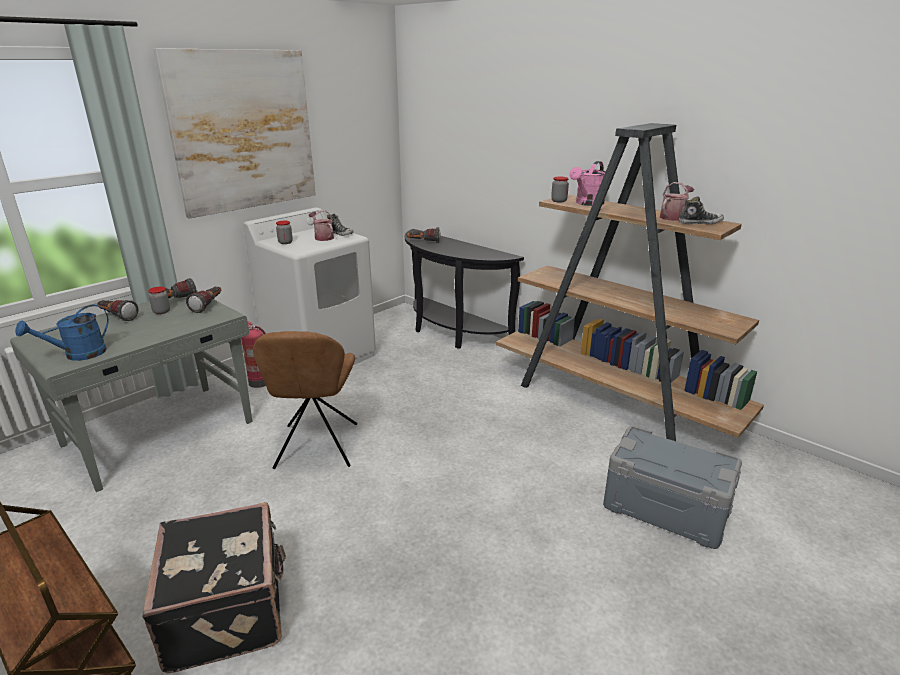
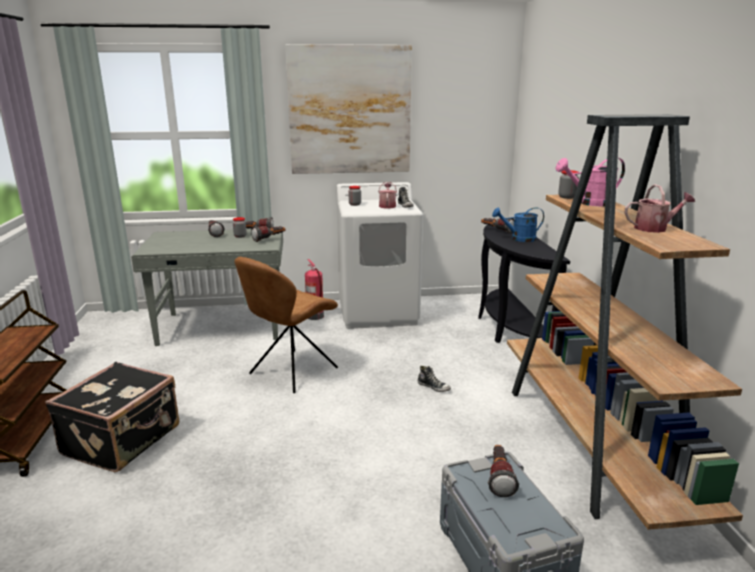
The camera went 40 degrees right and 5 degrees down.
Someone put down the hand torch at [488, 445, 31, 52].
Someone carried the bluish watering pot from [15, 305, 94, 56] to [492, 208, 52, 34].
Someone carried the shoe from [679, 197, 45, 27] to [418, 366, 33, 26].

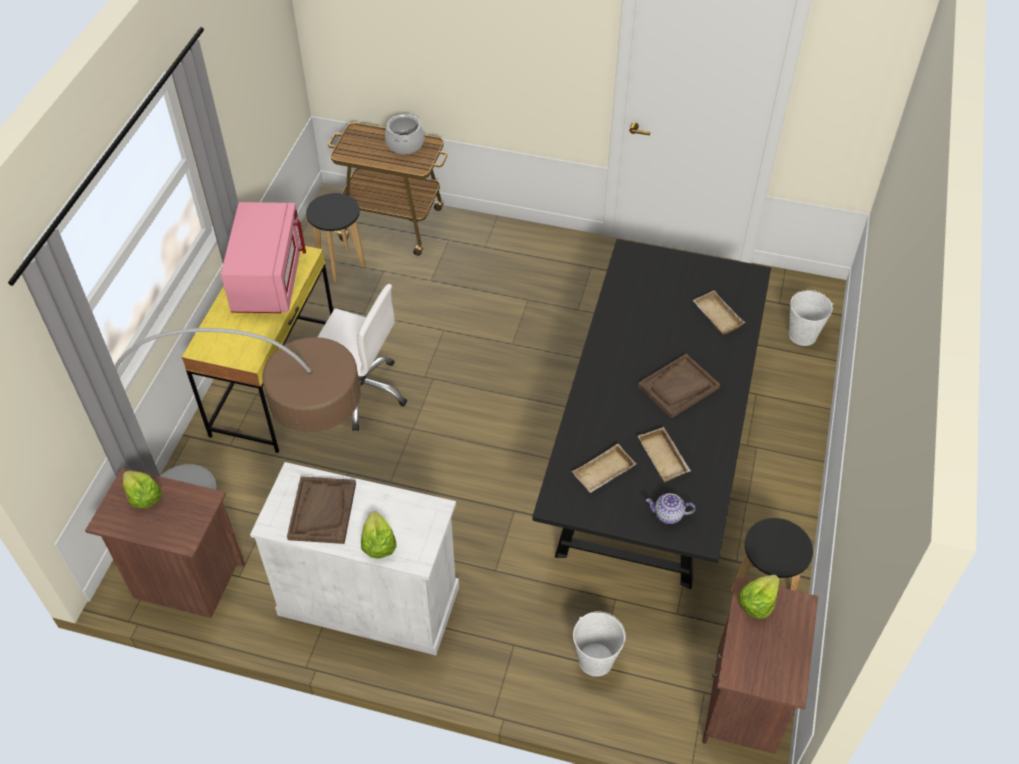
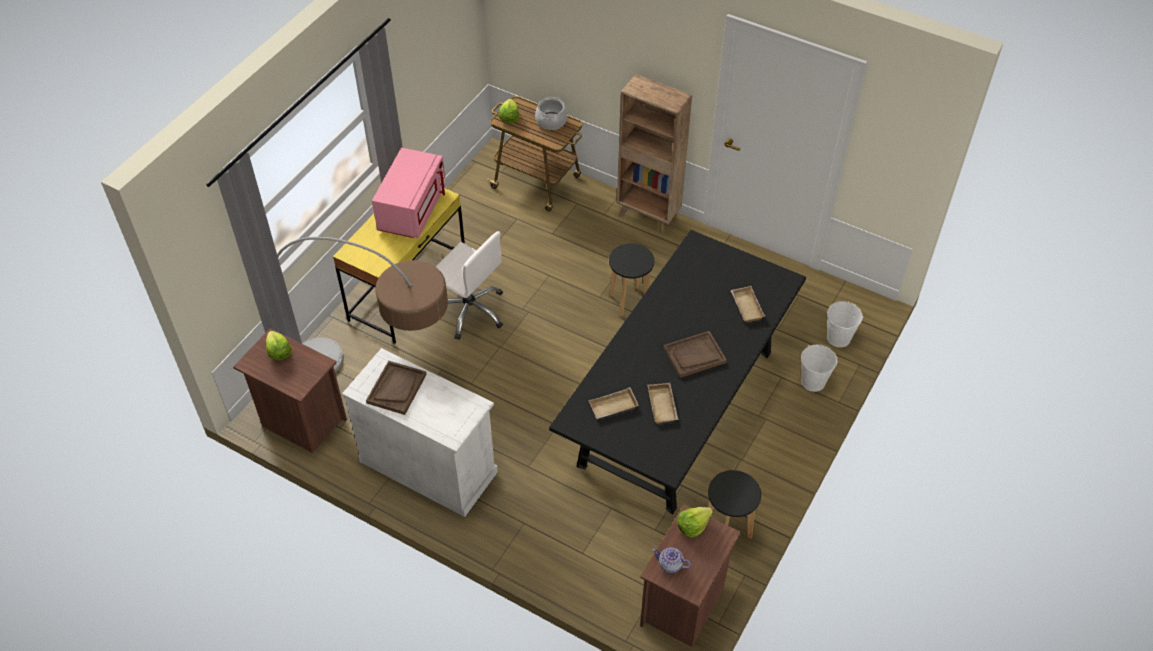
The camera went 15 degrees right and 0 degrees up.
Someone put down the brownish bookcase at [617, 74, 75, 160].
Someone carried the blackish stool from [306, 193, 60, 89] to [609, 243, 45, 74].
Someone carried the lettuce head from [361, 511, 36, 47] to [498, 99, 21, 24].
Someone carried the white pail from [573, 611, 53, 66] to [801, 344, 37, 48].
Someone carried the tea pot from [646, 493, 50, 31] to [652, 547, 39, 26].

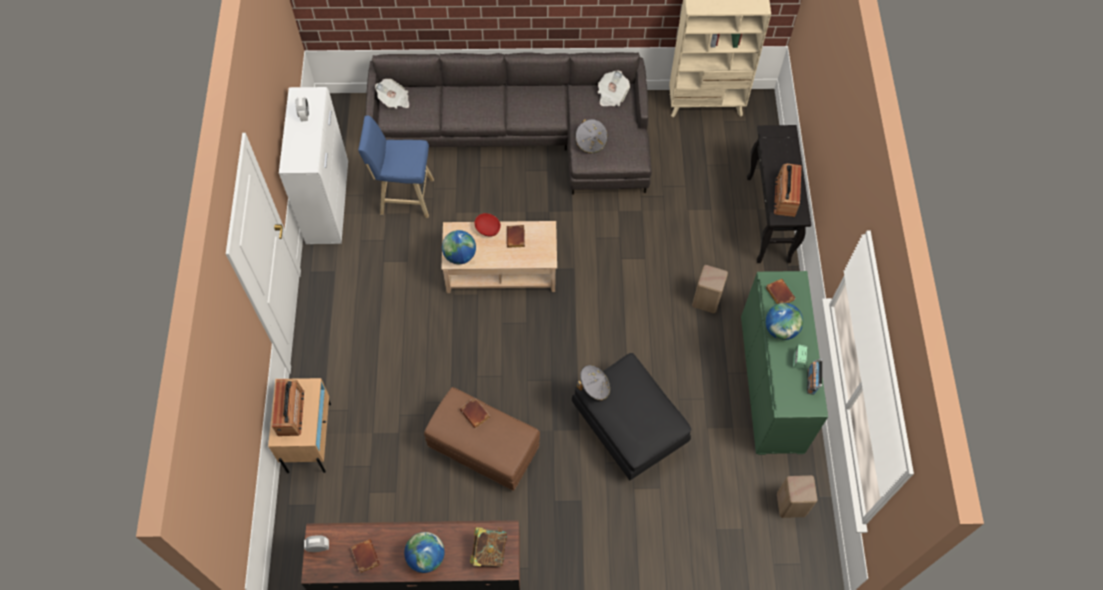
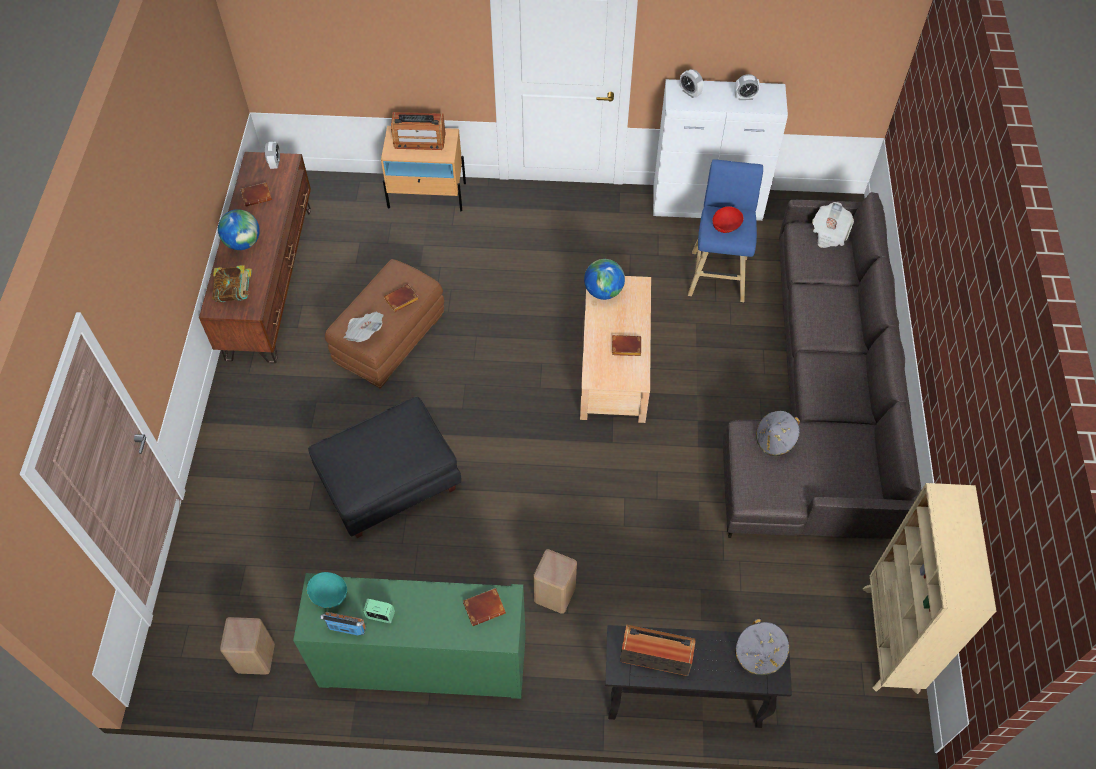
The camera went 95 degrees right and 5 degrees down.
Someone took away the desk globe at [765, 303, 38, 37].
Someone put down the turquoise serving bowl at [307, 572, 40, 36].
Someone put down the alarm clock at [680, 69, 23, 29].
Someone carried the red-coloured serving bowl from [475, 213, 26, 24] to [713, 206, 30, 27].
Someone carried the greyish wearable hat from [577, 365, 33, 36] to [735, 618, 54, 57].
Someone carried the printed paper from [598, 70, 32, 36] to [344, 312, 40, 30].

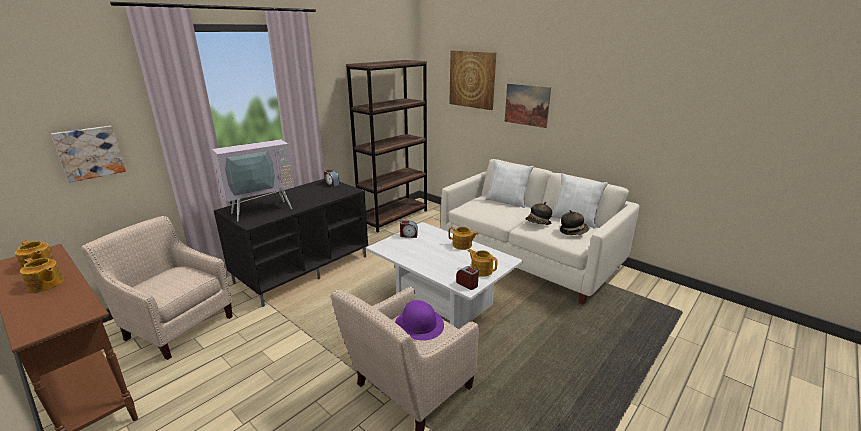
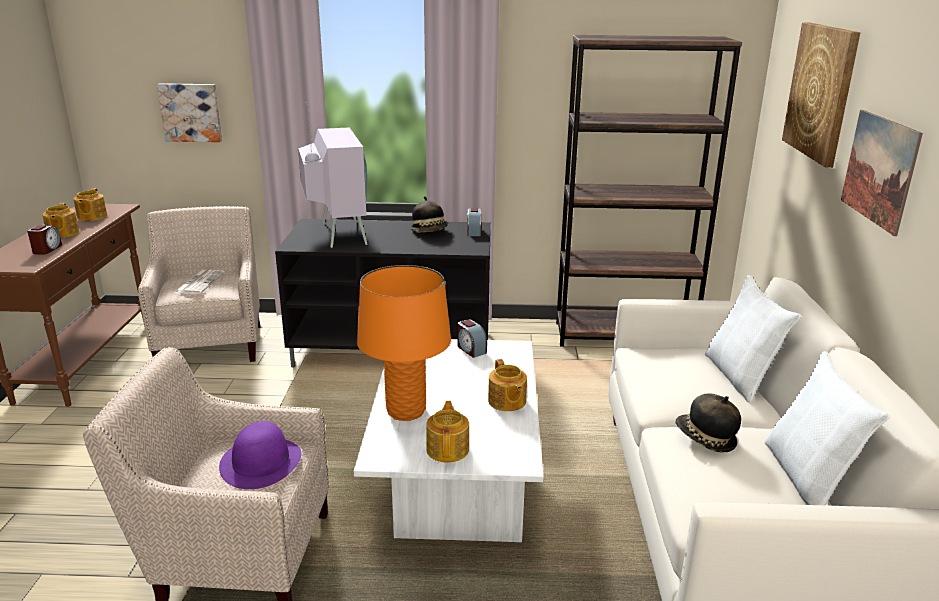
The camera went 50 degrees right and 0 degrees up.
Someone put down the printed paper at [174, 270, 51, 24].
Someone put down the orange-coloured lamp for a table at [357, 265, 94, 156].
Someone carried the alarm clock from [456, 266, 23, 24] to [27, 225, 35, 30].
Someone carried the wearable hat from [560, 210, 29, 25] to [411, 196, 37, 36].
Someone rotated the TV at [209, 117, 85, 105] by 120 degrees counterclockwise.

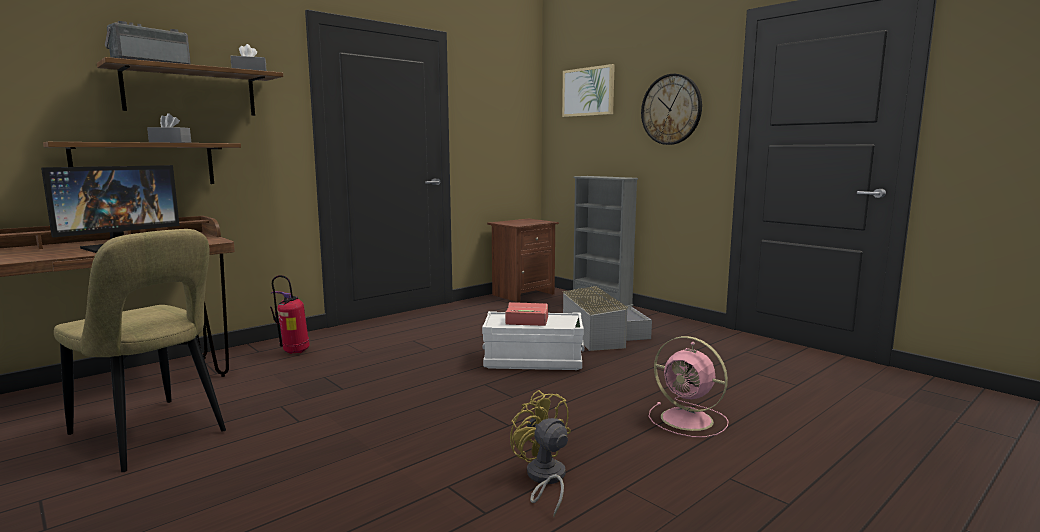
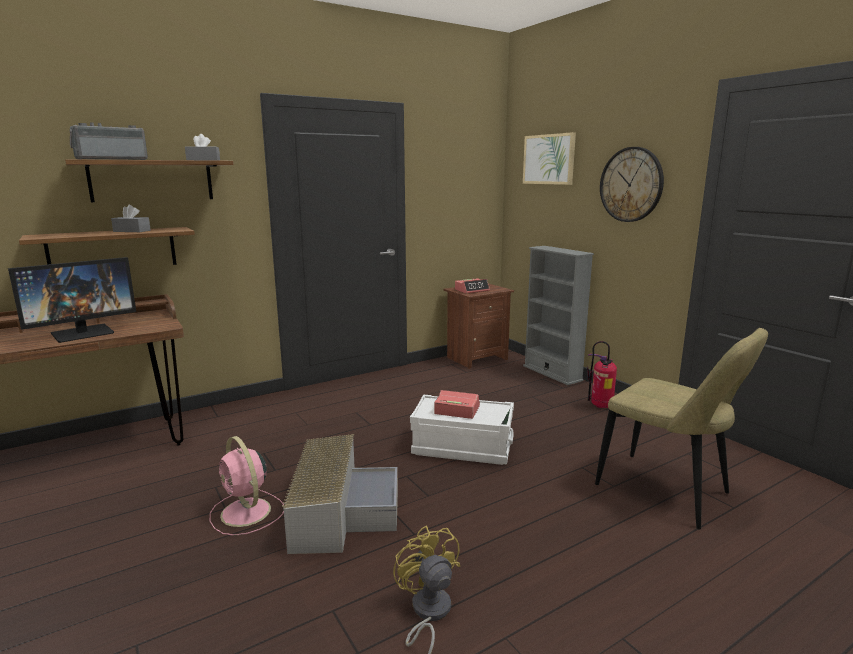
The camera went 10 degrees right and 5 degrees up.
Someone put down the alarm clock at [455, 278, 35, 16].
Someone carried the beige-coloured chair from [54, 229, 172, 243] to [595, 328, 173, 201].
Someone carried the fire extinguisher from [270, 275, 40, 79] to [587, 341, 30, 67].
Someone carried the greyish storage bin from [563, 286, 89, 65] to [282, 434, 116, 120].
Someone carried the pinkish electric fan from [649, 336, 80, 101] to [210, 436, 74, 100].

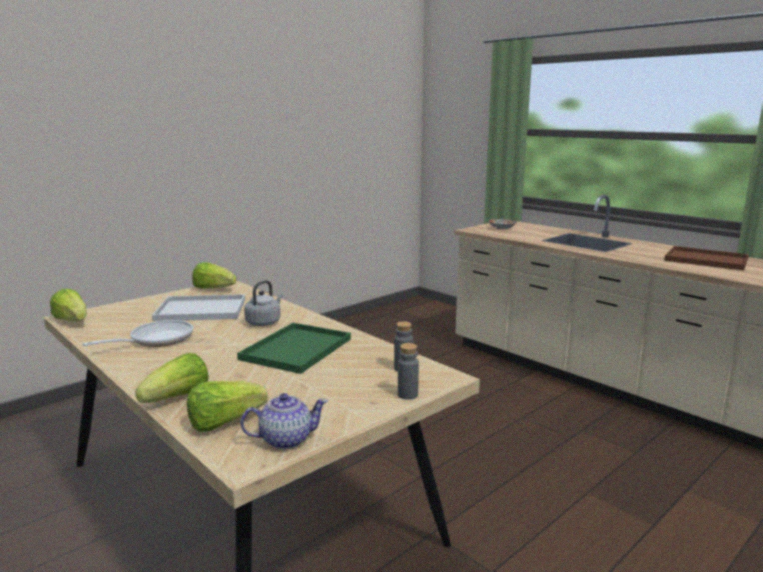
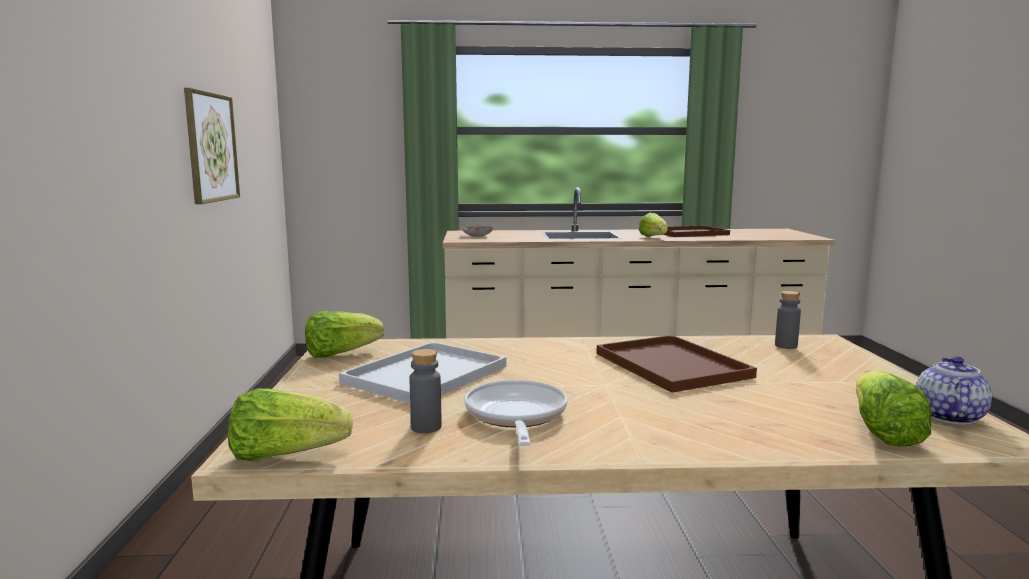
The camera went 50 degrees left and 5 degrees down.
Someone took away the greyish water kettle at [244, 280, 39, 46].
Someone put up the picture at [184, 88, 56, 116].
Someone carried the lettuce head from [135, 353, 74, 50] to [639, 213, 29, 24].
Someone carried the greyish beverage bottle from [398, 343, 21, 57] to [410, 349, 32, 84].
Someone repainted the greenish serving tray at [237, 323, 114, 51], which became the brownish serving tray at [596, 335, 161, 58].

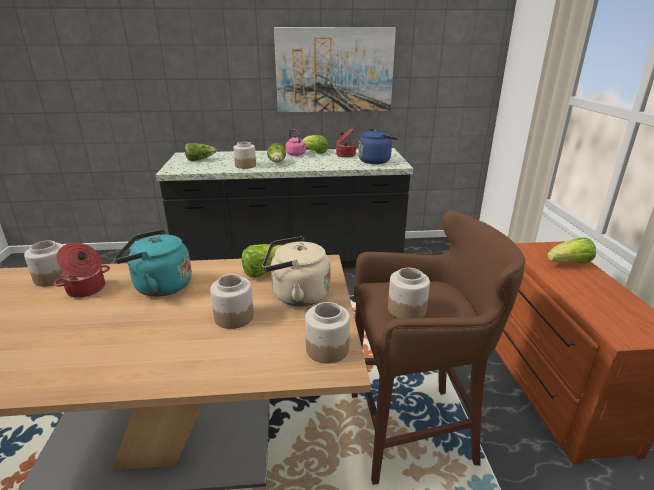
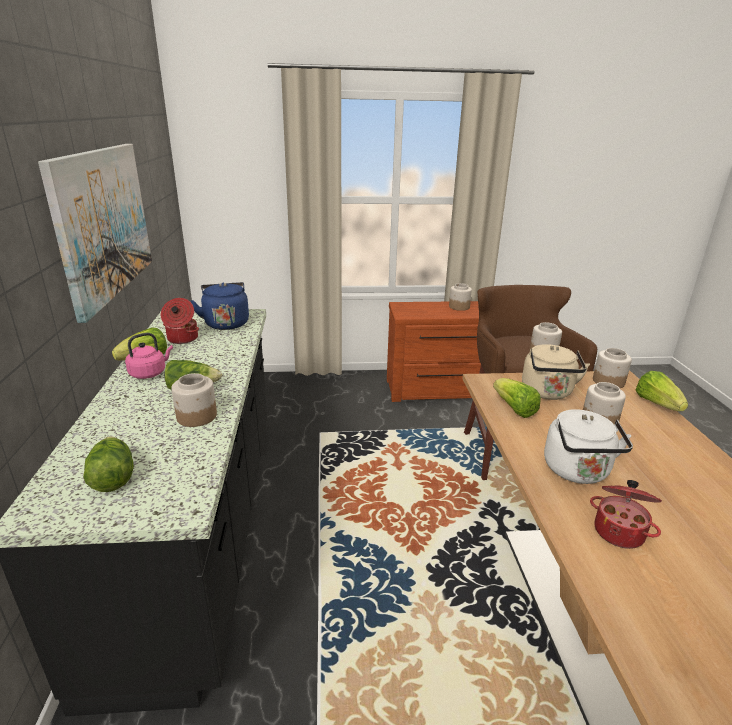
The camera went 90 degrees left and 0 degrees up.
Someone carried the jar from [24, 241, 40, 46] to [449, 283, 23, 28].
Someone carried the lettuce head from [547, 237, 49, 27] to [636, 371, 52, 40].
Someone repainted the turquoise water kettle at [114, 229, 78, 68], which became the white water kettle at [544, 409, 89, 75].

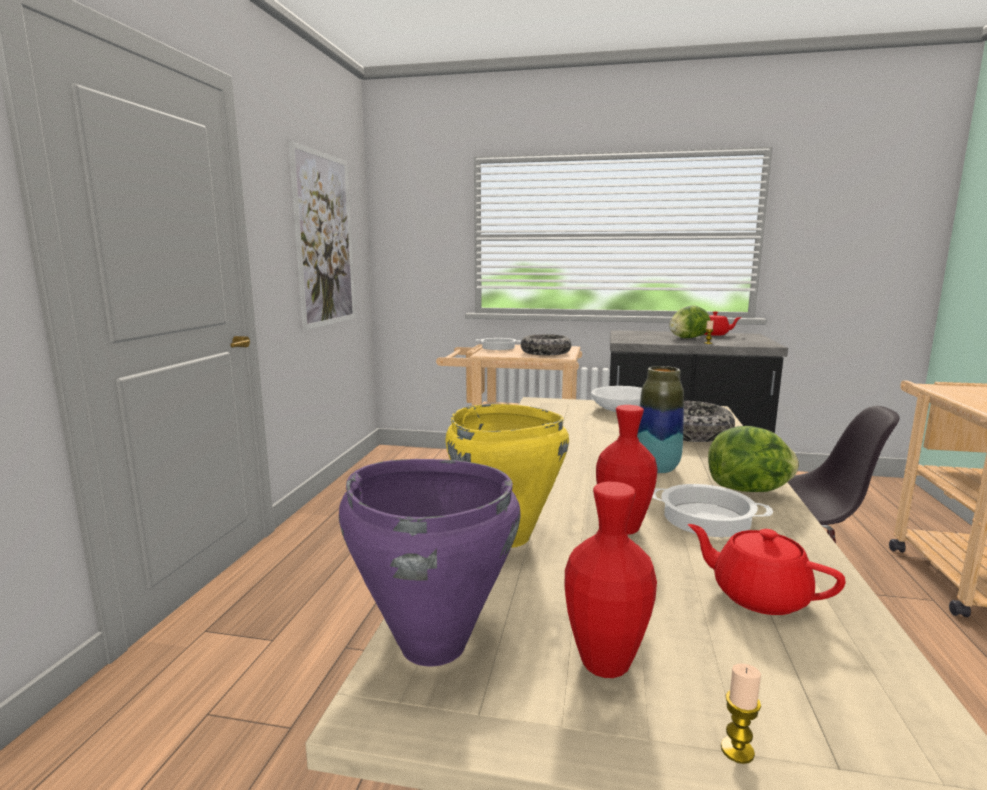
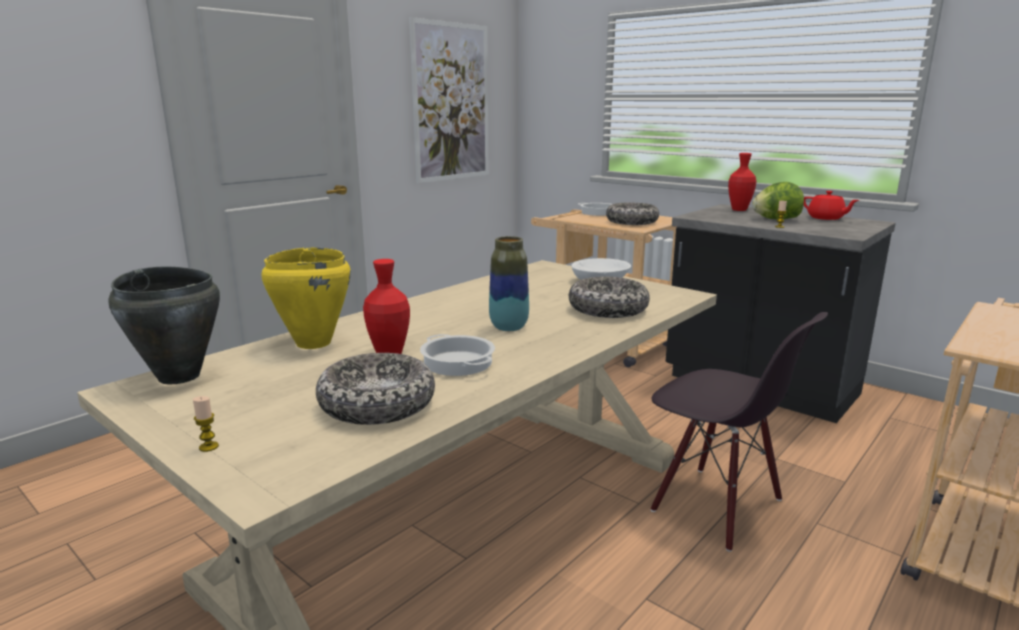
The camera went 30 degrees right and 5 degrees up.
Someone took away the lettuce head at [708, 426, 91, 66].
Someone carried the red-coloured decorative vase from [565, 482, 92, 196] to [728, 153, 28, 58].
Someone swapped the red-coloured tea pot at [688, 524, 158, 91] for the serving bowl at [316, 353, 119, 72].
Someone repainted the purple-coloured saucepot at [339, 459, 182, 207], which became the blackish saucepot at [108, 267, 112, 117].

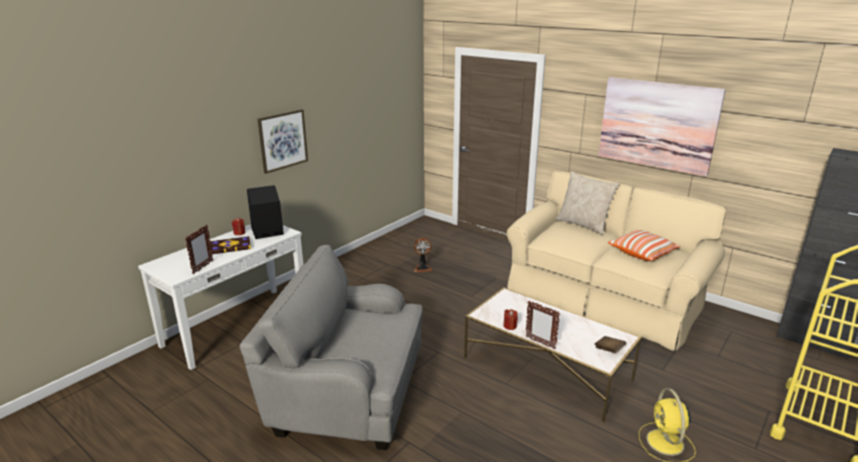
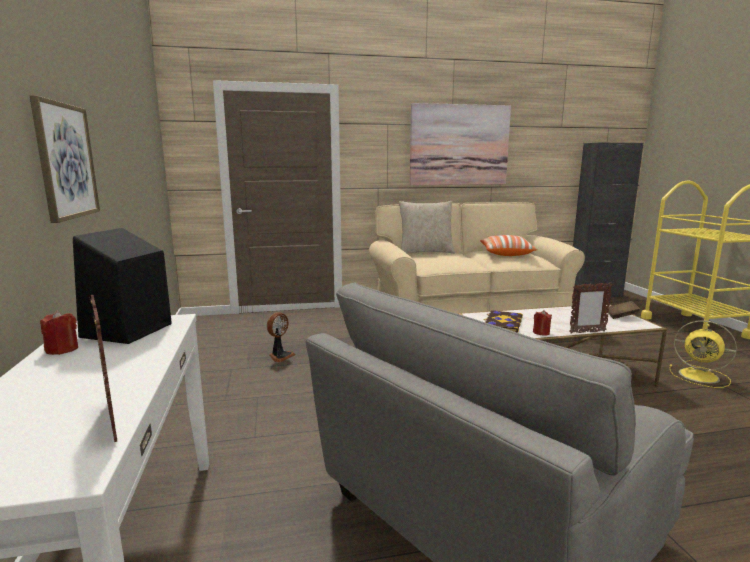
The camera went 50 degrees left and 10 degrees down.
Someone carried the bound book from [210, 236, 41, 19] to [483, 310, 40, 23].

